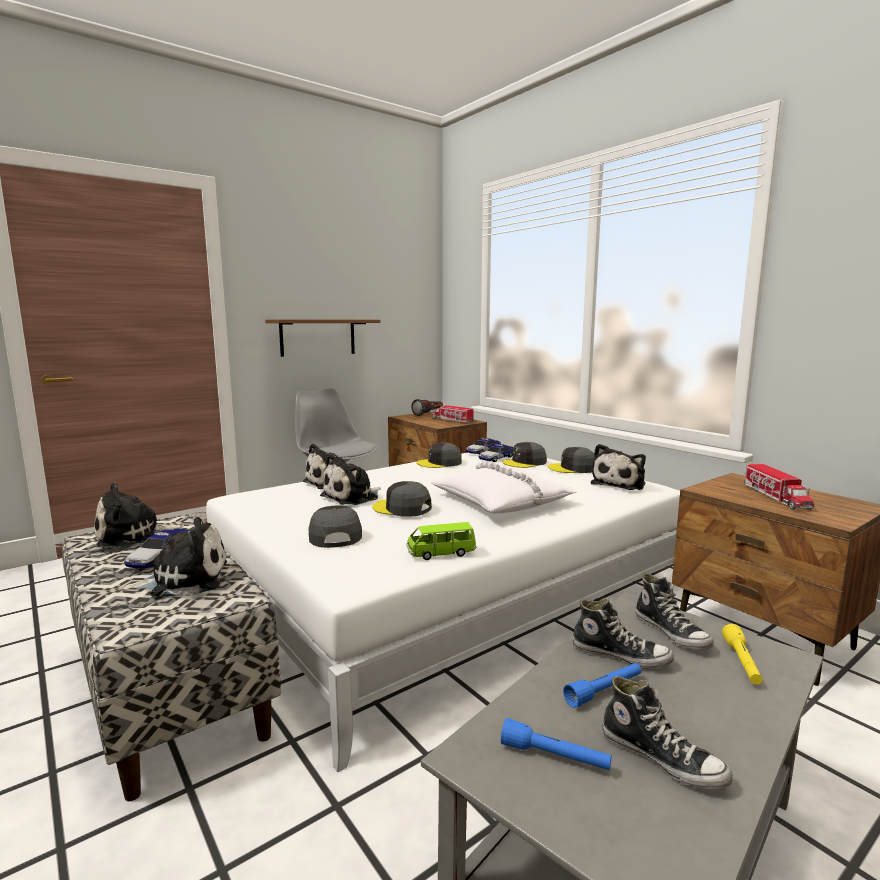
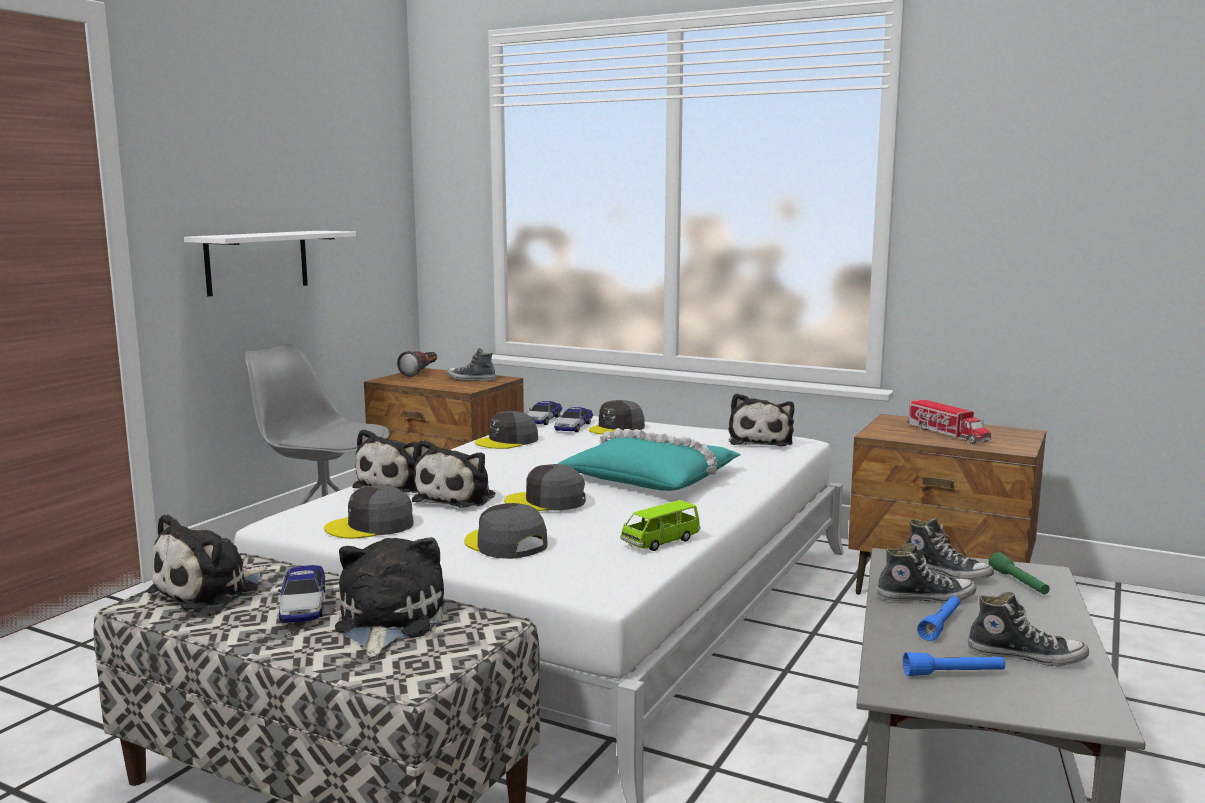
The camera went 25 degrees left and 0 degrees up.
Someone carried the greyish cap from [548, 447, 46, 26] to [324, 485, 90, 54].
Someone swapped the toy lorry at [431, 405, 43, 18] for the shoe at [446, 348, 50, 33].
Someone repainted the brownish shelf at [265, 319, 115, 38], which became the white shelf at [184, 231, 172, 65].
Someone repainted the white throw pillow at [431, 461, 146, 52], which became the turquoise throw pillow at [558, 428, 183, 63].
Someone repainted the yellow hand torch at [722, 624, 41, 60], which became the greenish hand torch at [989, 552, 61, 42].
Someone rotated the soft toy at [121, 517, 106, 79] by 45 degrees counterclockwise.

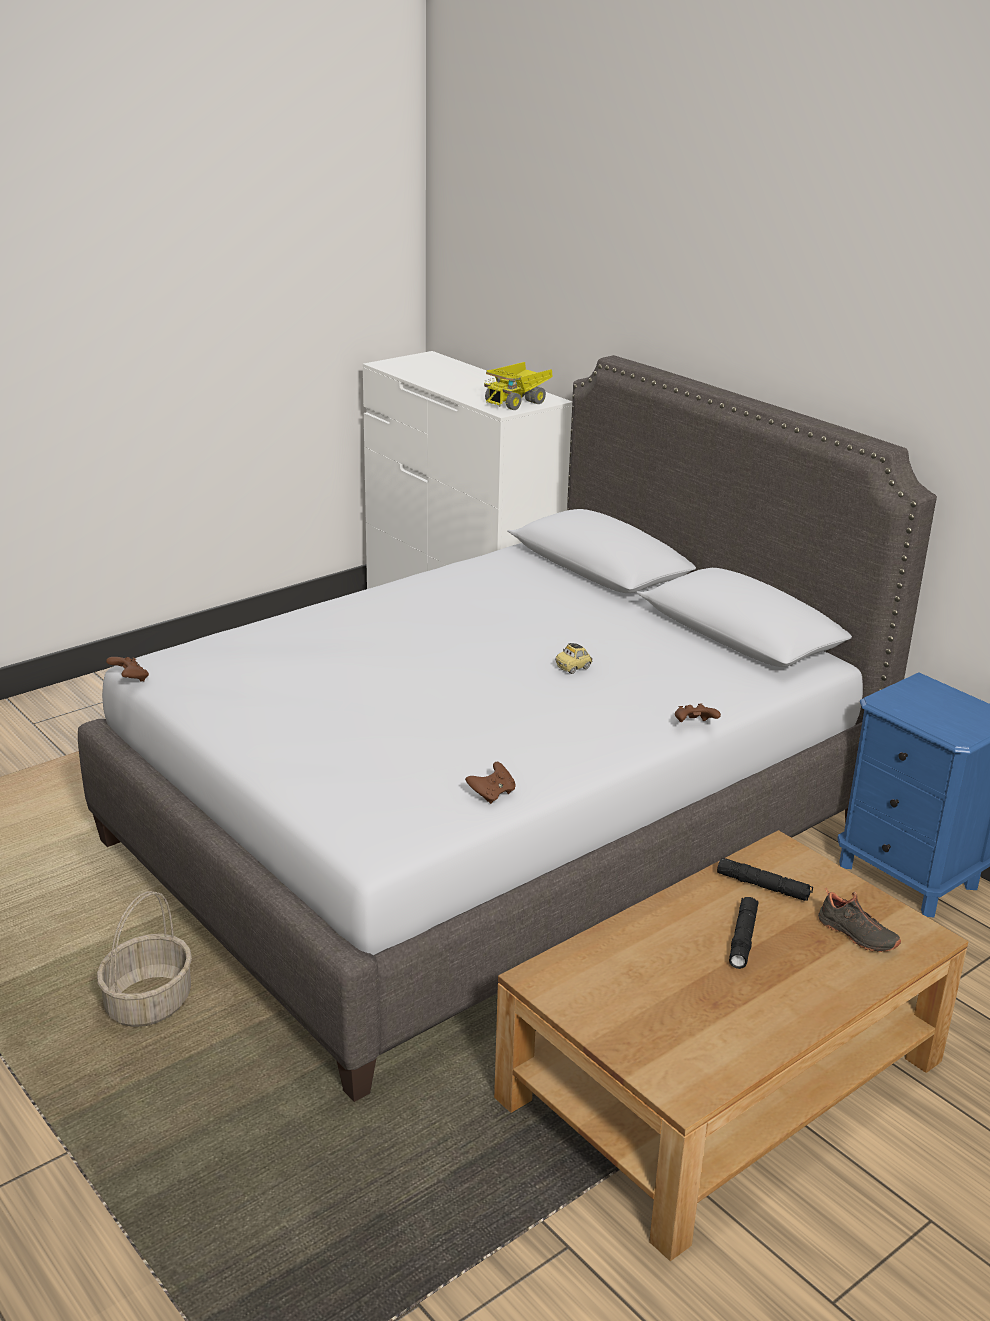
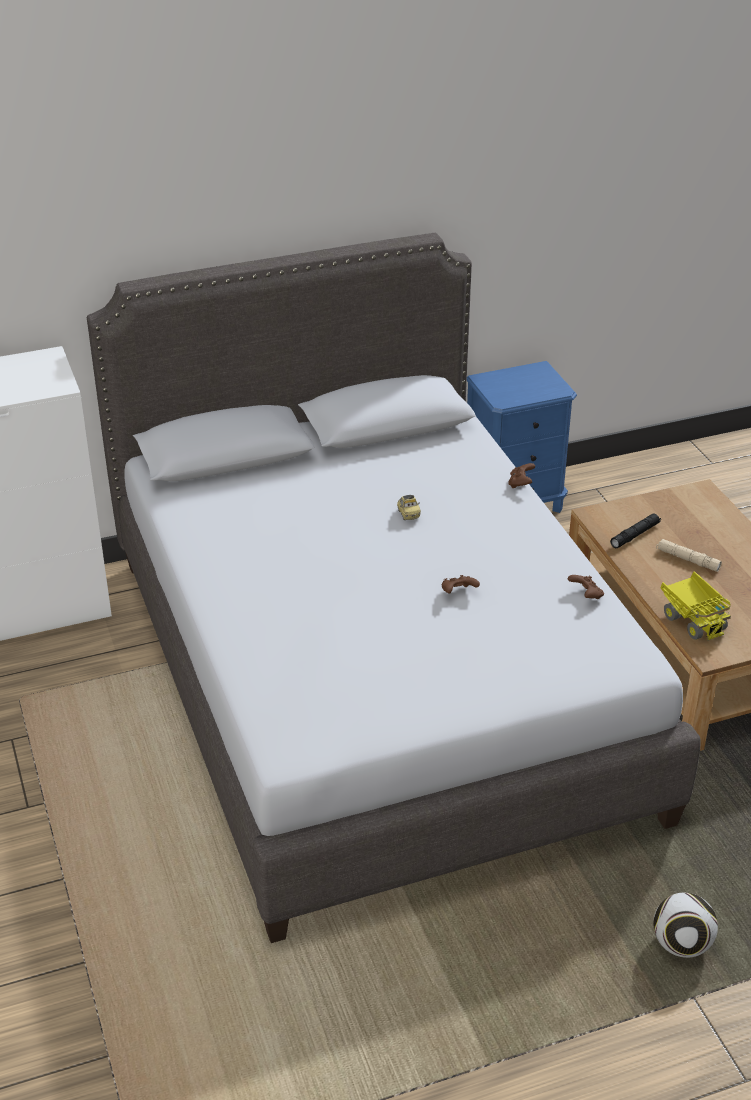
The camera went 70 degrees left and 10 degrees up.
Someone took away the household basket at [97, 891, 95, 136].
Someone took away the blackish shoe at [818, 888, 83, 64].
Someone put down the football ball at [653, 893, 65, 65].
Someone carried the brownish joypad from [106, 657, 43, 25] to [442, 575, 38, 18].
Someone carried the toy lorry from [484, 362, 69, 48] to [661, 571, 70, 70].
Someone repainted the blackish hand torch at [729, 897, 29, 72], which became the beige-coloured hand torch at [656, 539, 66, 33].

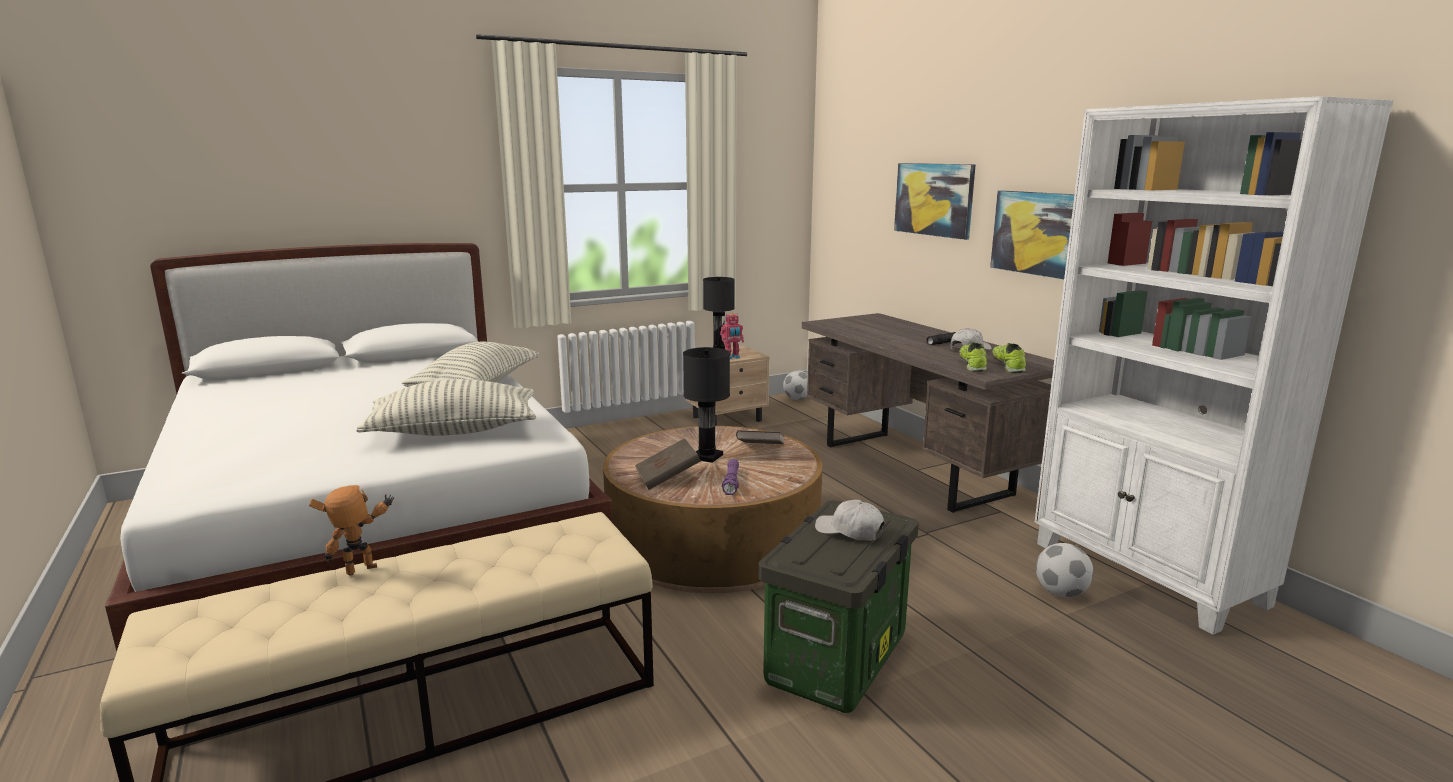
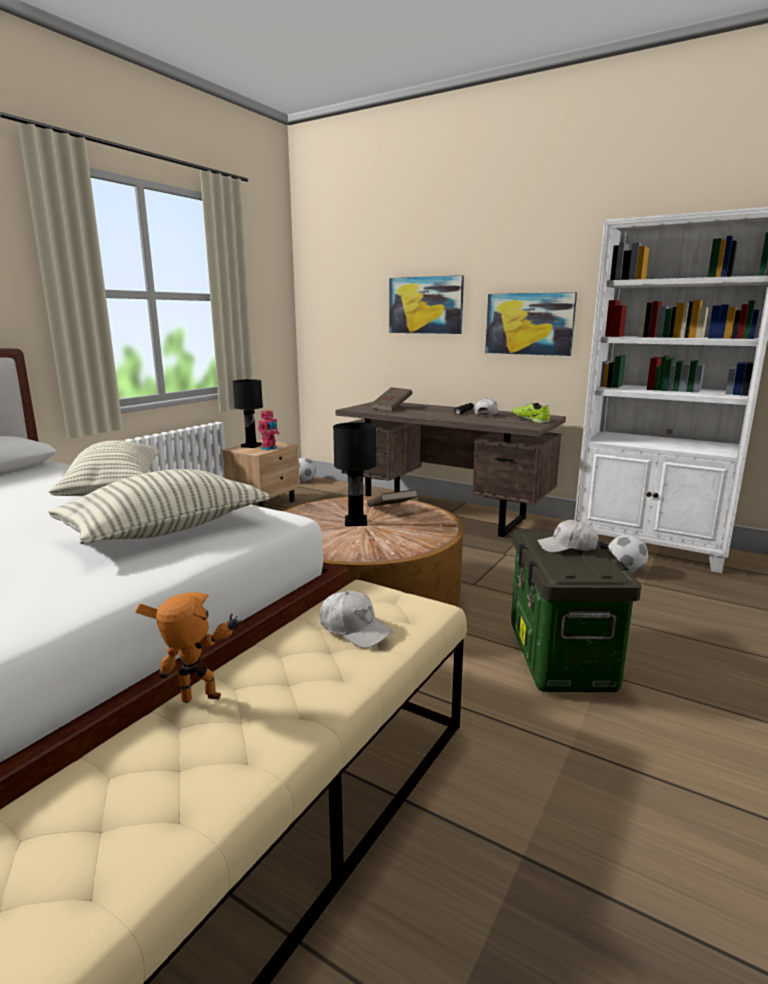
The camera went 30 degrees left and 0 degrees up.
Someone took away the purple-coloured hand torch at [722, 459, 17, 36].
Someone took away the shoe at [960, 342, 27, 30].
Someone put down the white cap at [319, 591, 74, 57].
Someone carried the brownish bound book from [635, 438, 66, 52] to [371, 387, 41, 24].
Someone rotated the toy robot at [309, 485, 85, 91] by 60 degrees clockwise.

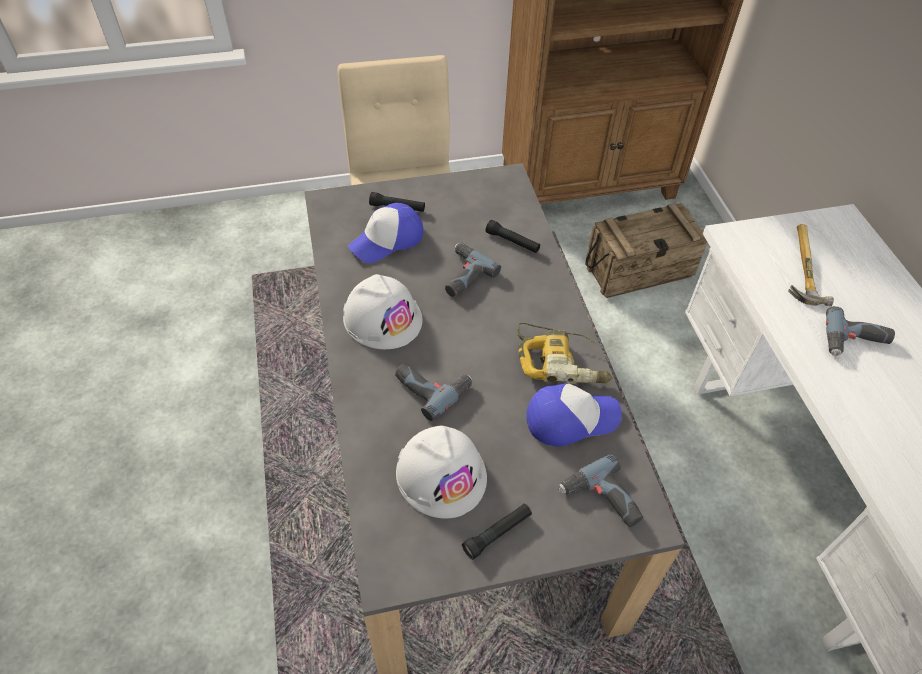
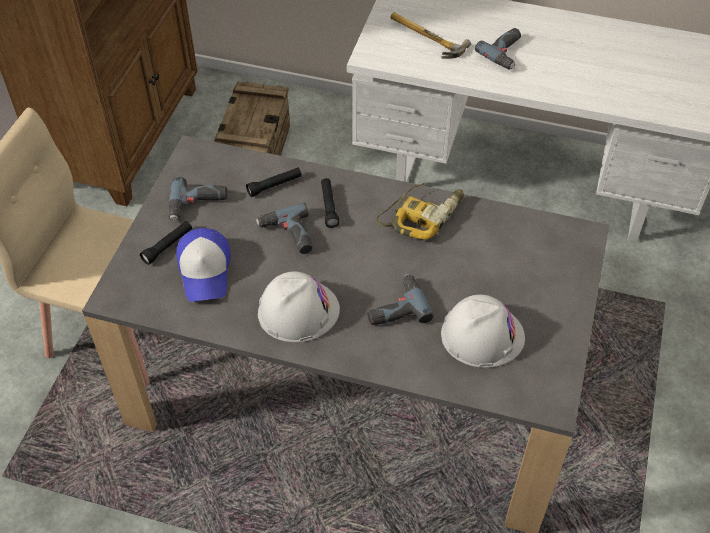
The camera went 60 degrees left and 0 degrees up.
Someone took away the cap at [526, 383, 96, 64].
Someone carried the blackish hand torch from [462, 504, 70, 56] to [321, 178, 19, 50].
Someone carried the power drill from [559, 454, 84, 73] to [168, 177, 59, 44].

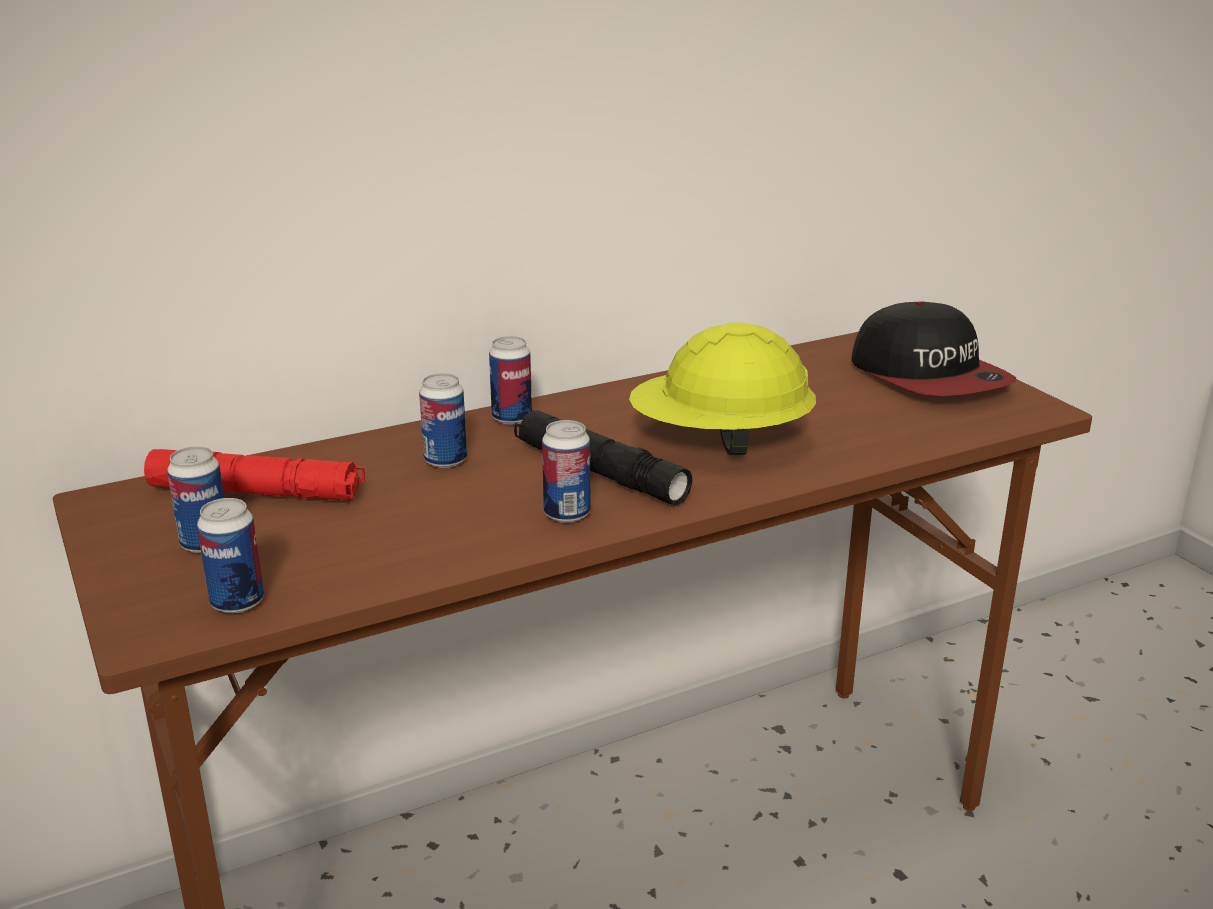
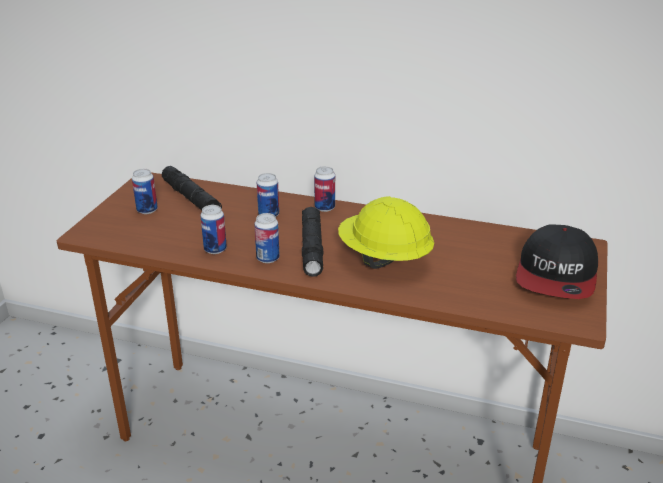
The camera went 45 degrees right and 5 degrees up.
Someone carried the sealed can from [197, 498, 67, 115] to [200, 205, 27, 49].
Someone repainted the red-coloured hand torch at [144, 449, 221, 52], which became the blackish hand torch at [162, 166, 60, 44].

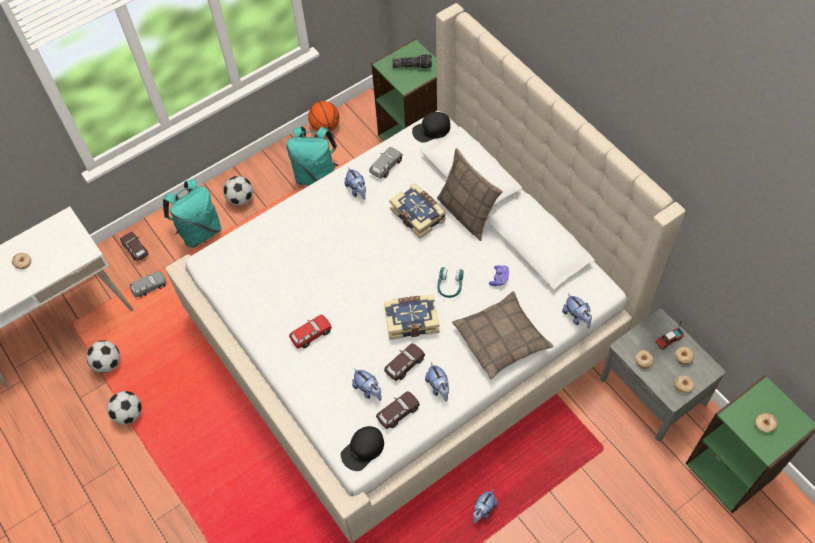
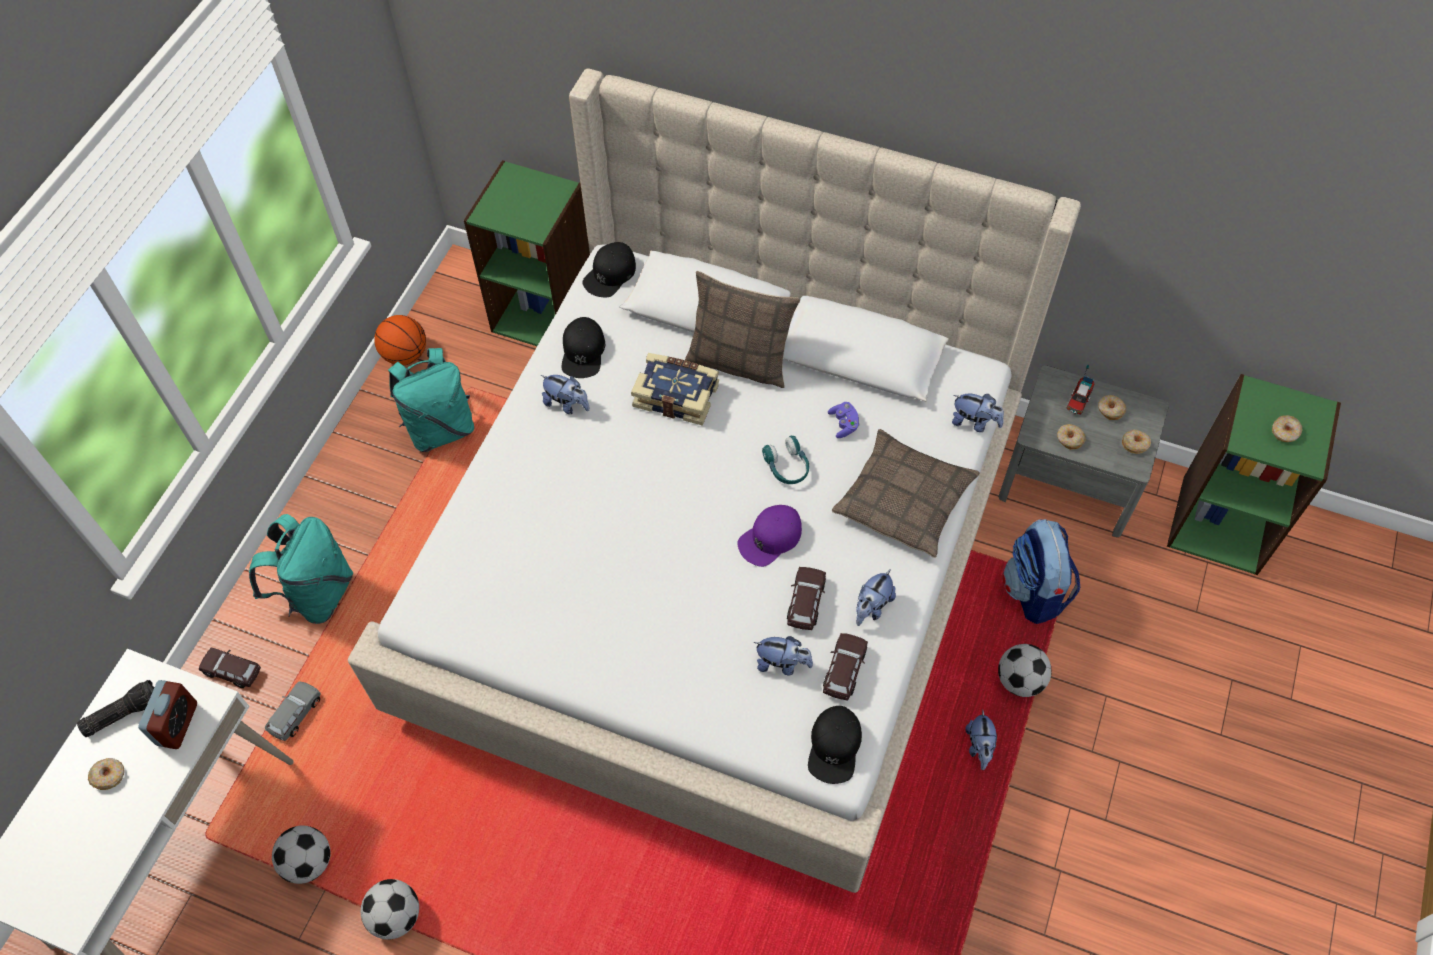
The camera went 35 degrees left and 0 degrees up.
Someone took away the red-coloured model car at [289, 314, 43, 34].
Someone put down the alarm clock at [138, 680, 59, 69].
Someone put down the knapsack at [1002, 519, 78, 105].
Someone carried the football ball from [223, 176, 30, 30] to [998, 644, 54, 53].
Someone carried the hand torch from [392, 54, 40, 14] to [77, 680, 77, 57].
Someone swapped the greyish model car at [369, 147, 34, 32] for the blackish cap at [561, 317, 44, 61].
Someone swapped the bound book at [384, 295, 56, 45] for the purple-coloured cap at [737, 505, 65, 62].
Someone rotated the soft toy at [425, 363, 24, 39] by 90 degrees clockwise.

